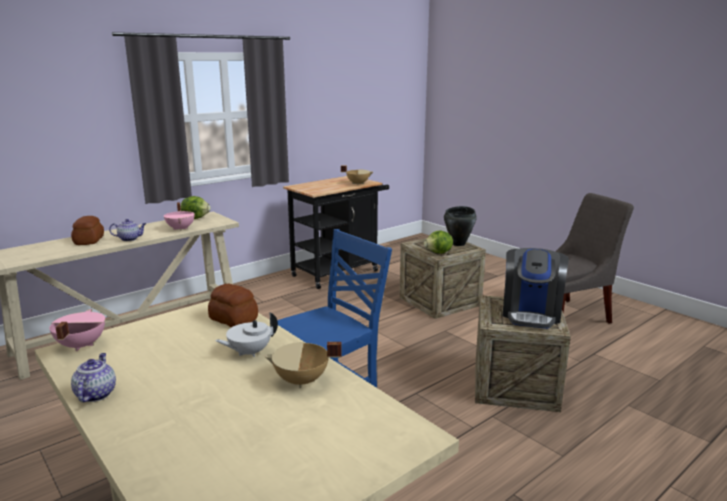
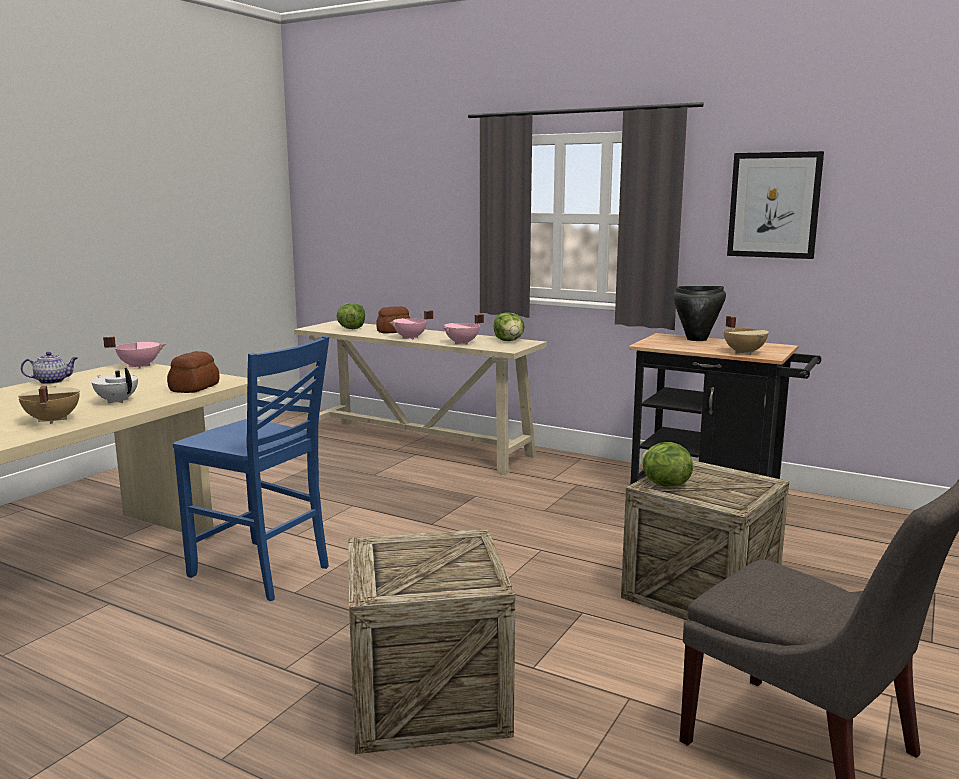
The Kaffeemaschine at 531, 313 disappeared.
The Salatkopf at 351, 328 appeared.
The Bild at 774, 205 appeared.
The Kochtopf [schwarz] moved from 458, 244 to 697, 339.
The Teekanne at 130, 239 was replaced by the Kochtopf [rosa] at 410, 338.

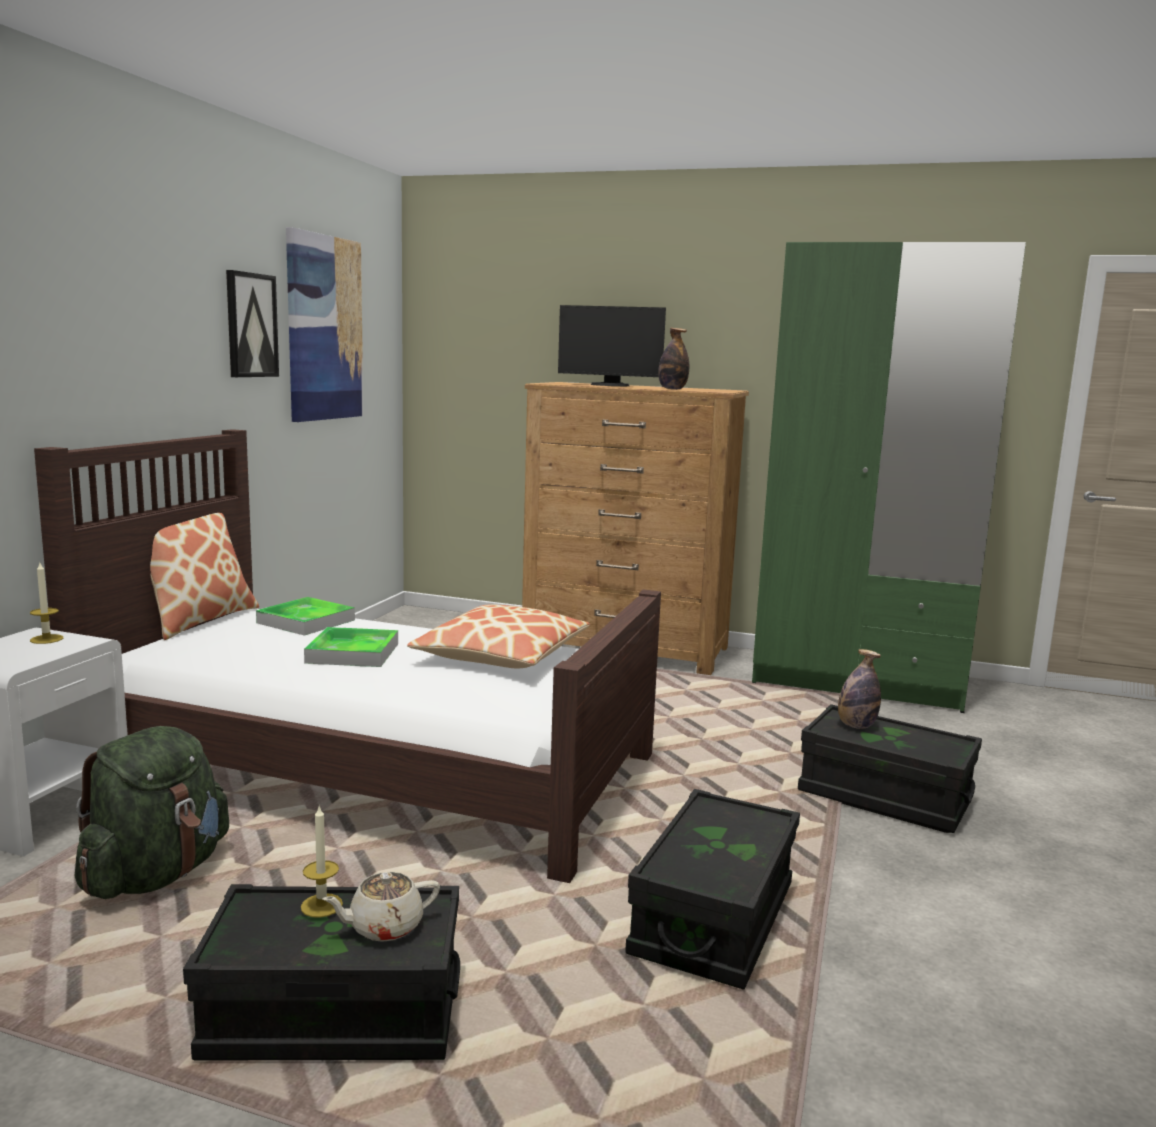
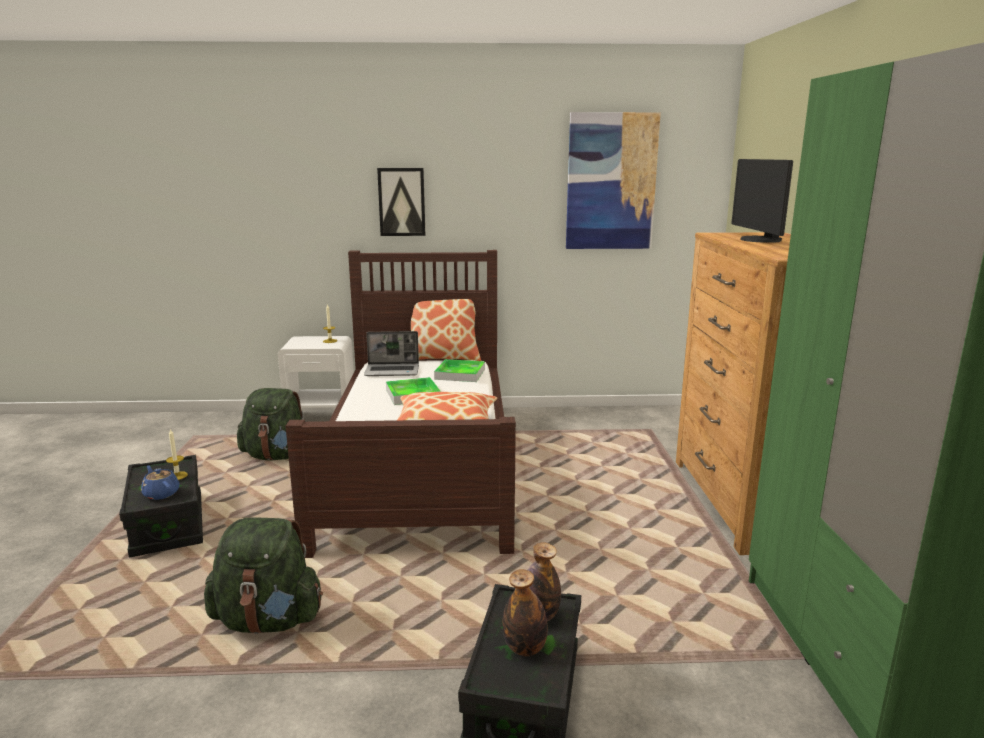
The Laptop at 393, 371 appeared.
The Bild moved from 251, 325 to 402, 202.
The Flasche moved from 672, 389 to 525, 648.
The Aufbewahrungsbox [schwarz] at 713, 920 was replaced by the Rucksack [grün] at 268, 620.
The Teekanne [beige] at 384, 927 became the Teekanne [blau] at 161, 493.

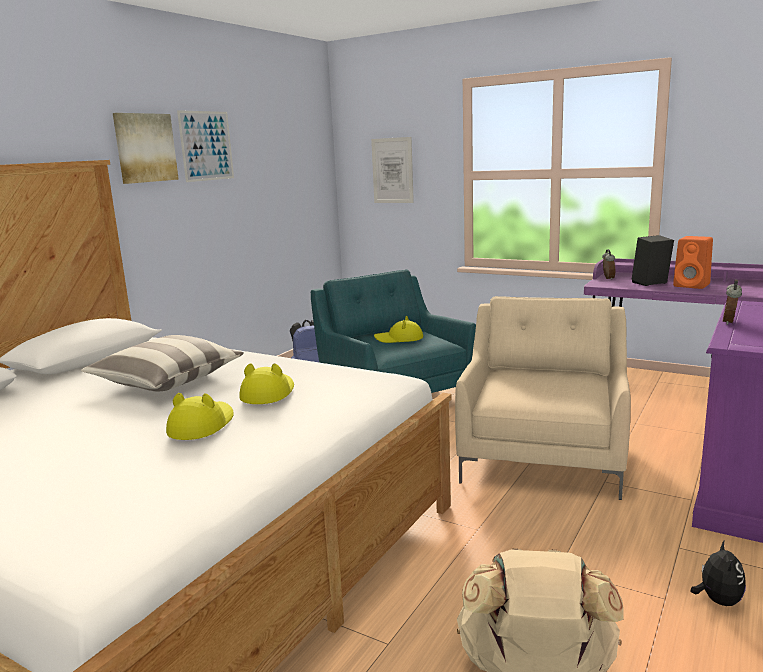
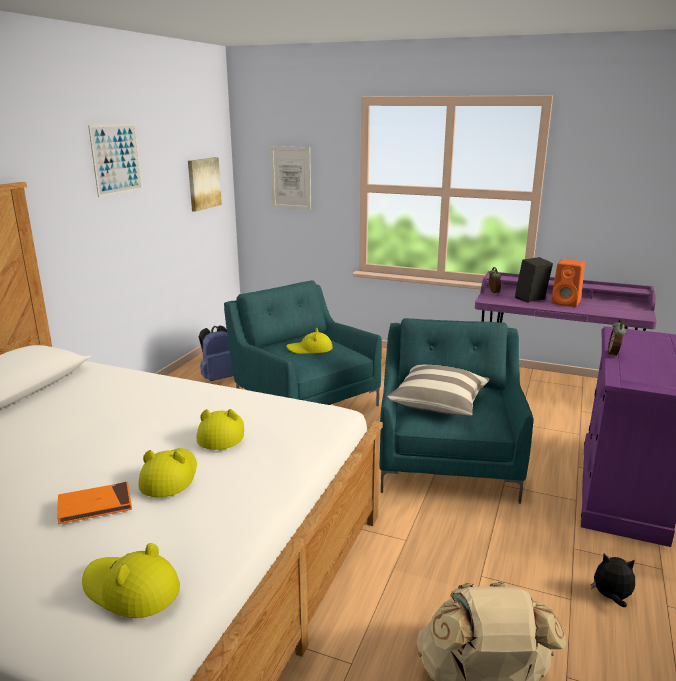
The Buch [orange] at 95, 506 appeared.
The Hut [gelb] at 130, 589 appeared.
The Kissen moved from 167, 381 to 437, 403.
The Bild moved from 145, 148 to 203, 183.
The Sessel [beige] at 543, 455 became the Sessel [türkis] at 448, 459.
The Plüschtier at 717, 600 turned 75 degrees counterclockwise.

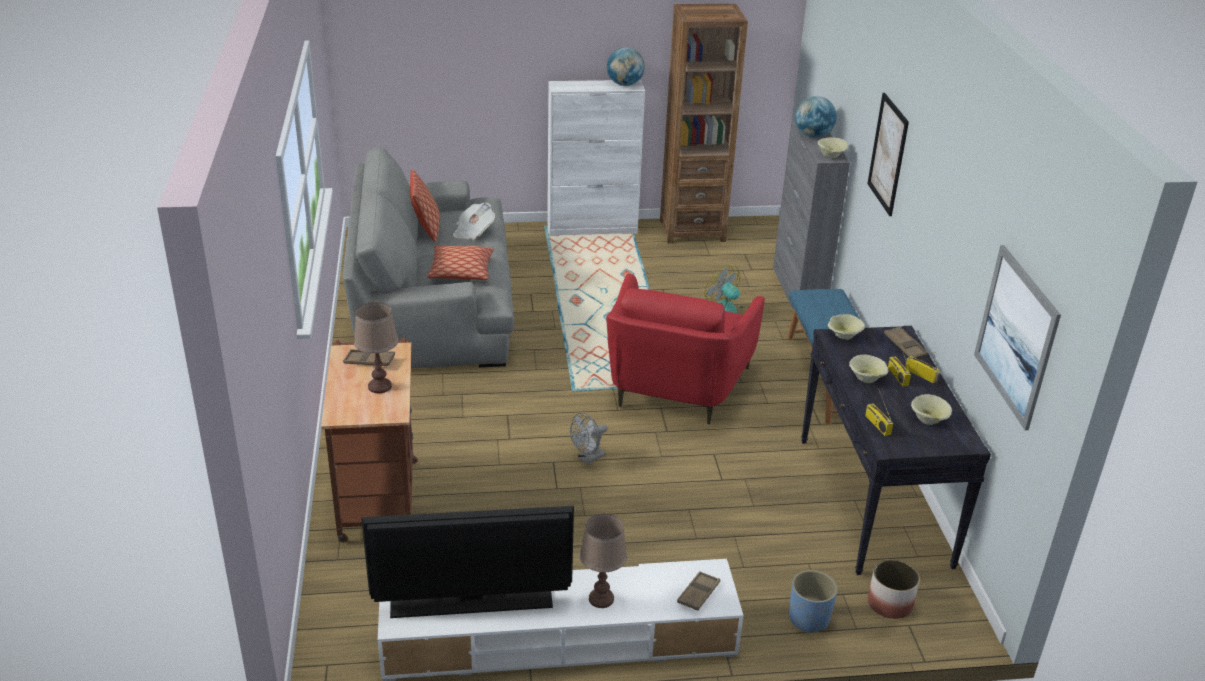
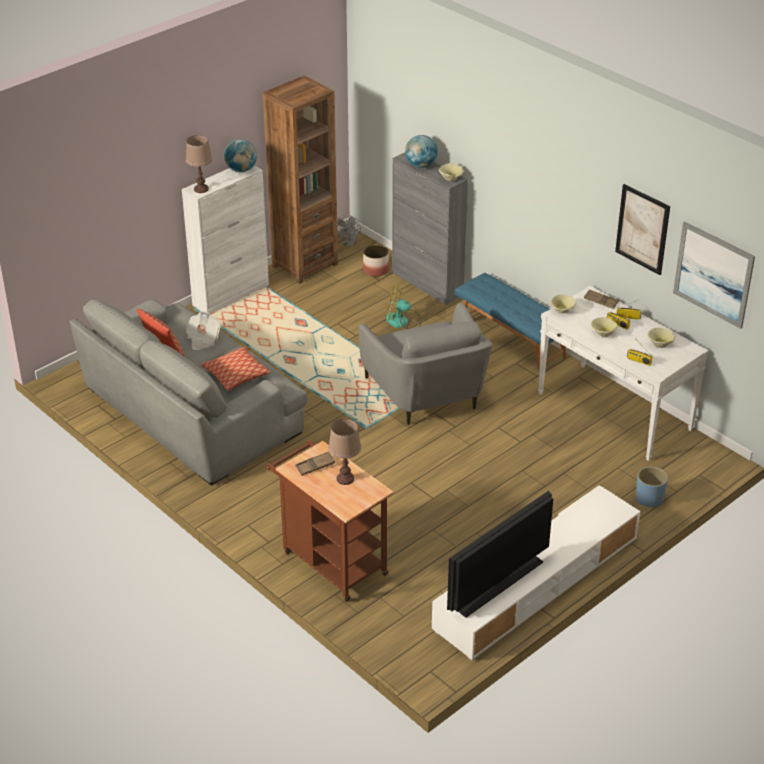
The Tablett [braun] at 698, 594 disappeared.
The Ventilator [grau] moved from 588, 458 to 348, 244.
The Tischlampe [braun] moved from 601, 599 to 201, 189.
The Bild moved from 888, 154 to 642, 229.
The Pflanzkübel moved from 889, 604 to 375, 270.
The Sessel [rot] at 675, 388 became the Sessel [grau] at 427, 394.
The Konsolentisch [schwarz] at 874, 501 became the Konsolentisch [weiß] at 615, 411.

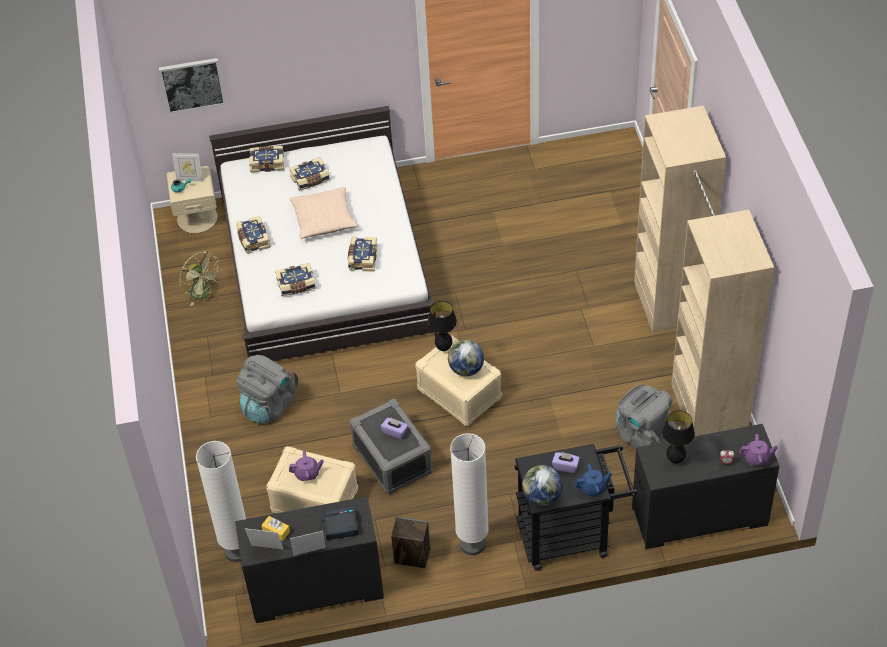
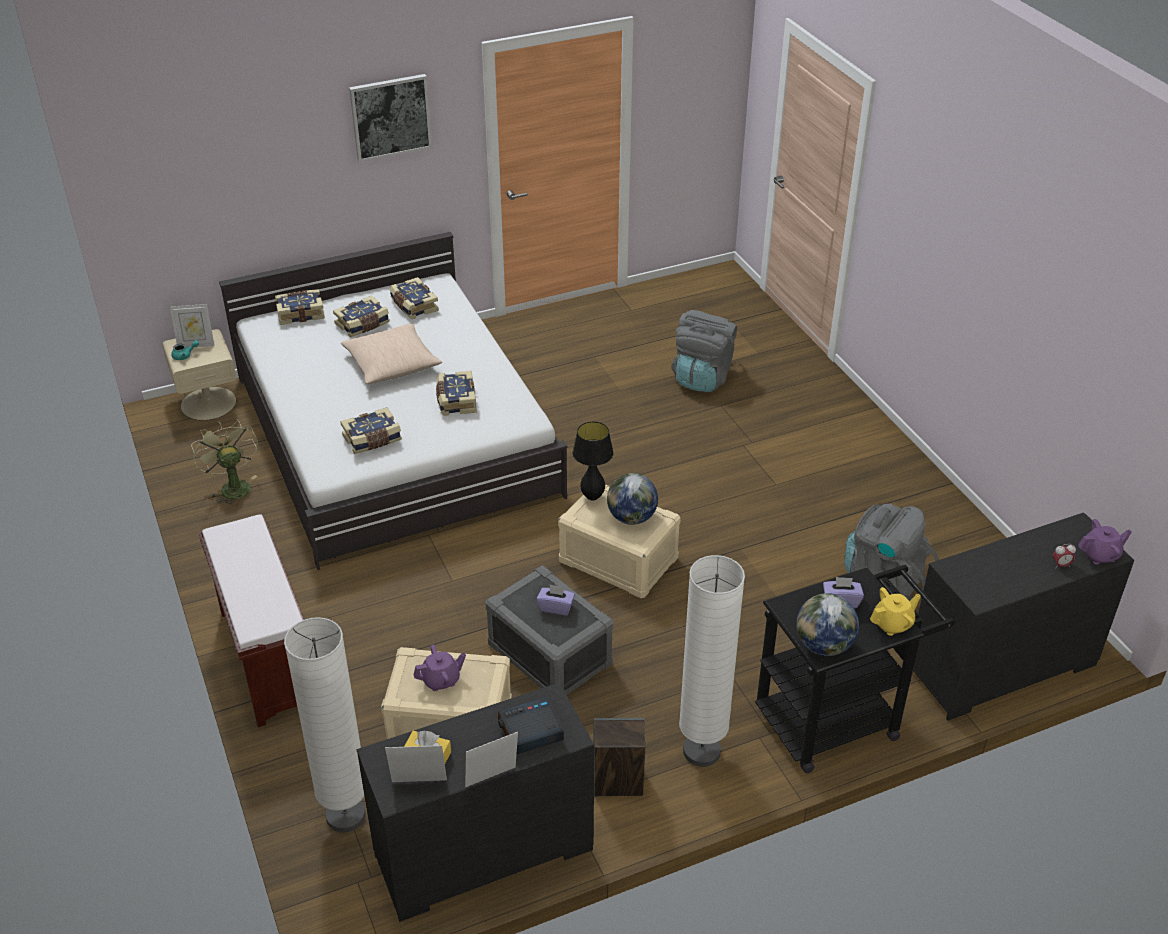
The Kleiderschrank [beige] at 689, 354 disappeared.
The Tischlampe [schwarz] at 675, 460 disappeared.
The Bank [braun] at 267, 657 appeared.
The Bild moved from 192, 84 to 390, 117.
The Buch moved from 253, 239 to 413, 306.
The Rucksack [grau] moved from 268, 405 to 702, 377.
The Teekanne [blau] at 593, 488 became the Teekanne [gelb] at 892, 624.
The Ventilator [grün] at 203, 294 turned 150 degrees counterclockwise.

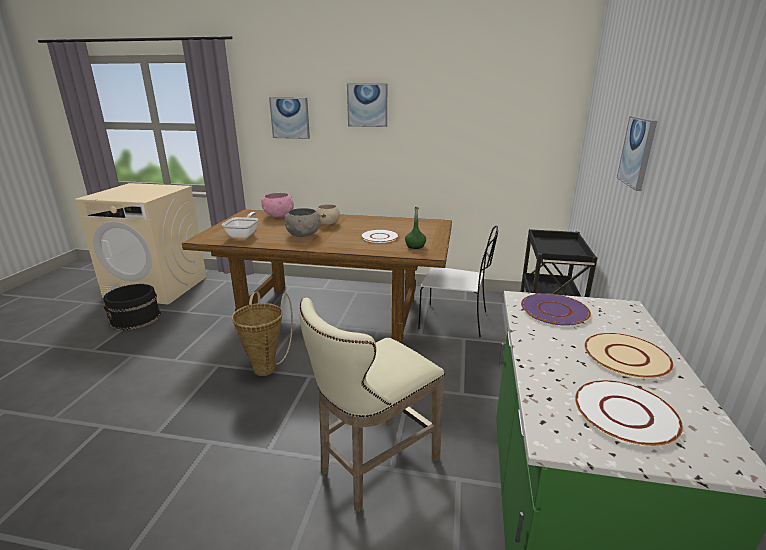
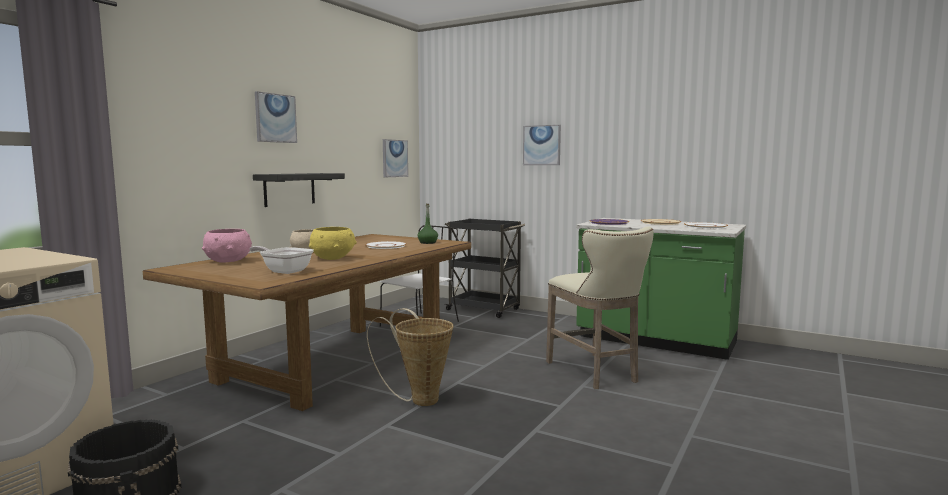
The Wandregal [schwarz] at 289, 189 appeared.
The Bild moved from 290, 118 to 394, 158.
The Schüssel [grau] at 303, 235 became the Schüssel [gelb] at 333, 258.

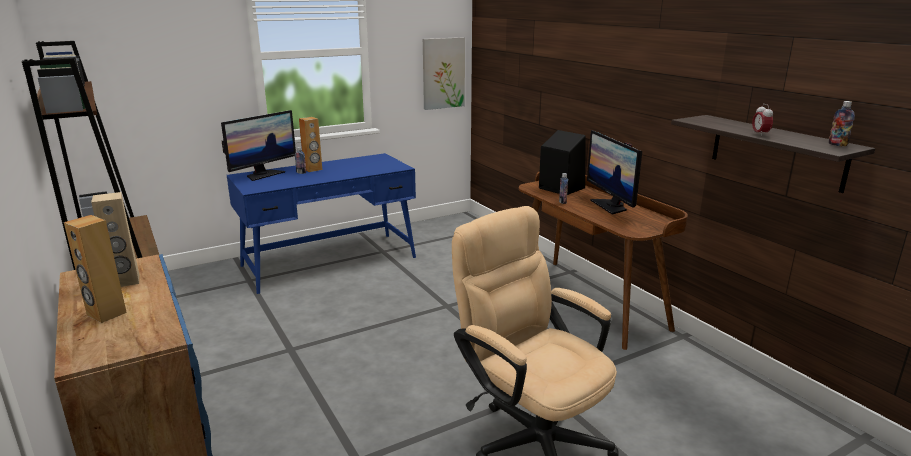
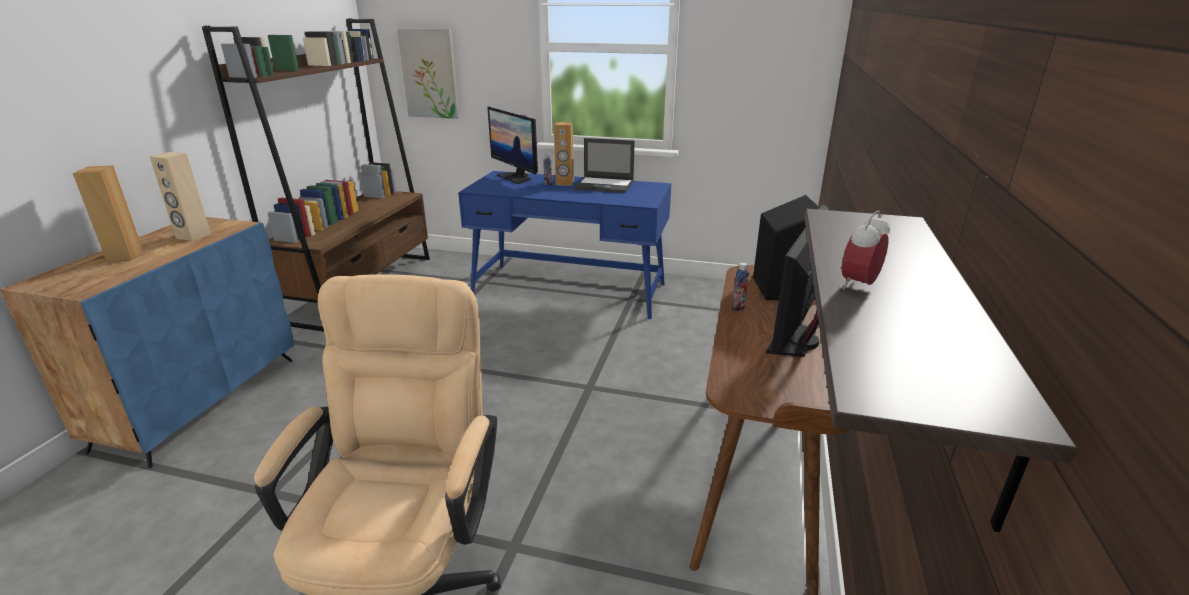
The Flasche at 837, 145 disappeared.
The Laptop at 605, 185 appeared.
The Bild moved from 443, 73 to 430, 74.
The Monitor at 263, 174 turned 60 degrees clockwise.

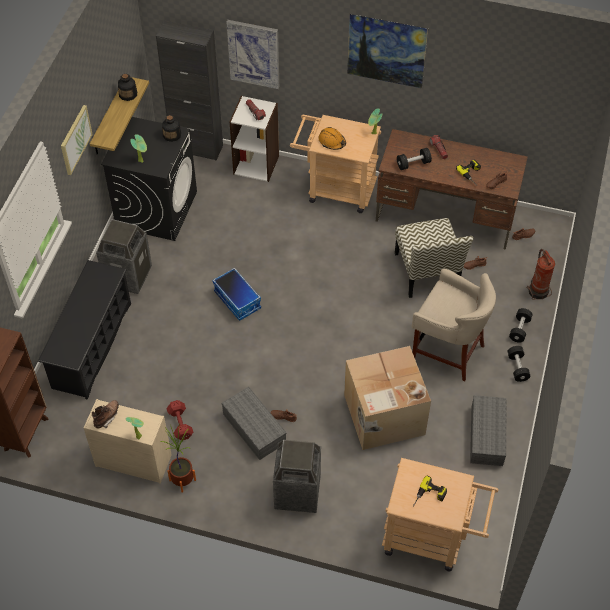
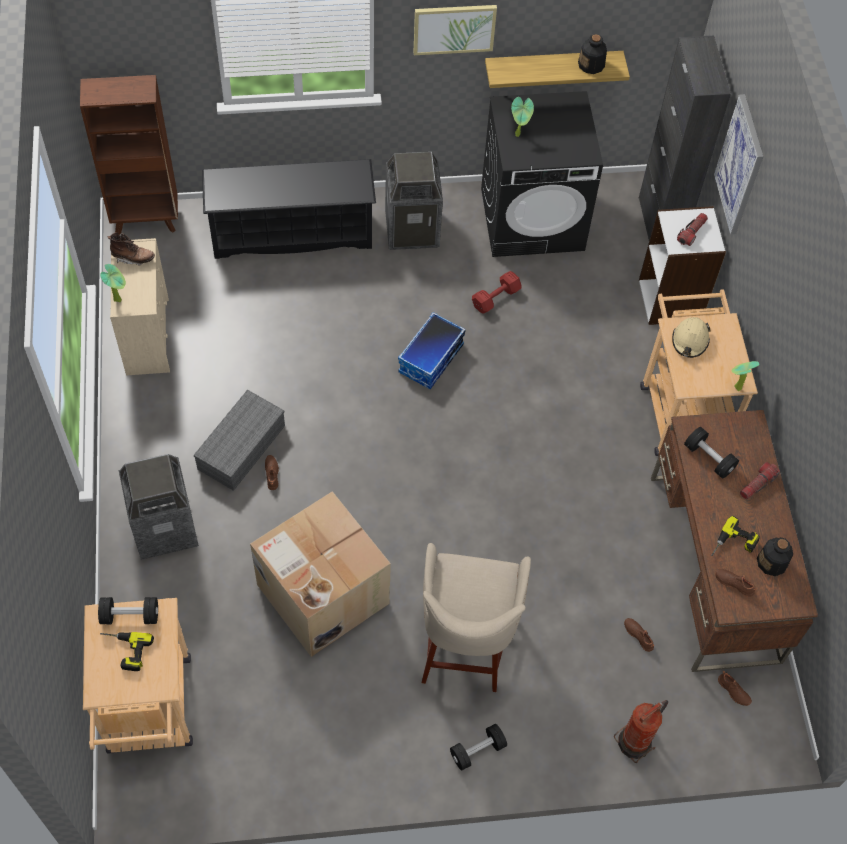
The Topfpflanze at 183, 480 disappeared.
The Bild at 385, 66 disappeared.
The Stuhl at 427, 272 disappeared.
The Aufbewahrungsbox [grau] at 487, 436 disappeared.
The Flasche moved from 172, 135 to 772, 562.
The Hantel [rot] moved from 180, 423 to 497, 298.
The Hantel [schwarz] moved from 519, 329 to 130, 616.
The Schutzhelm [orange] at 332, 141 became the Schutzhelm [beige] at 690, 341.

